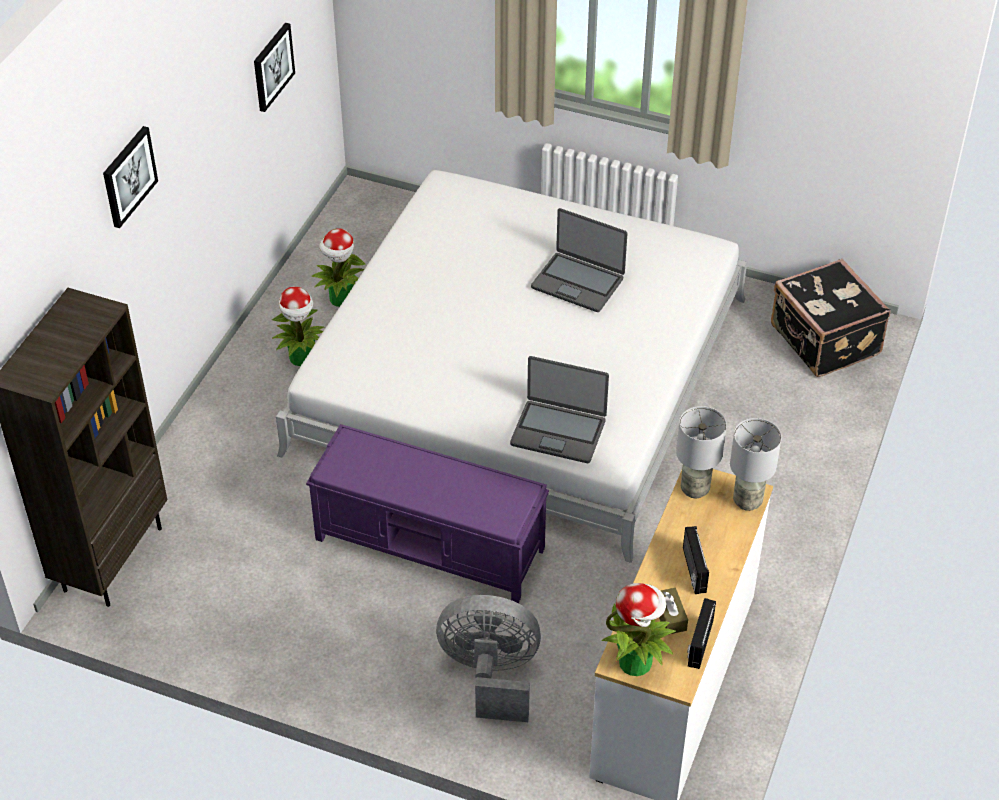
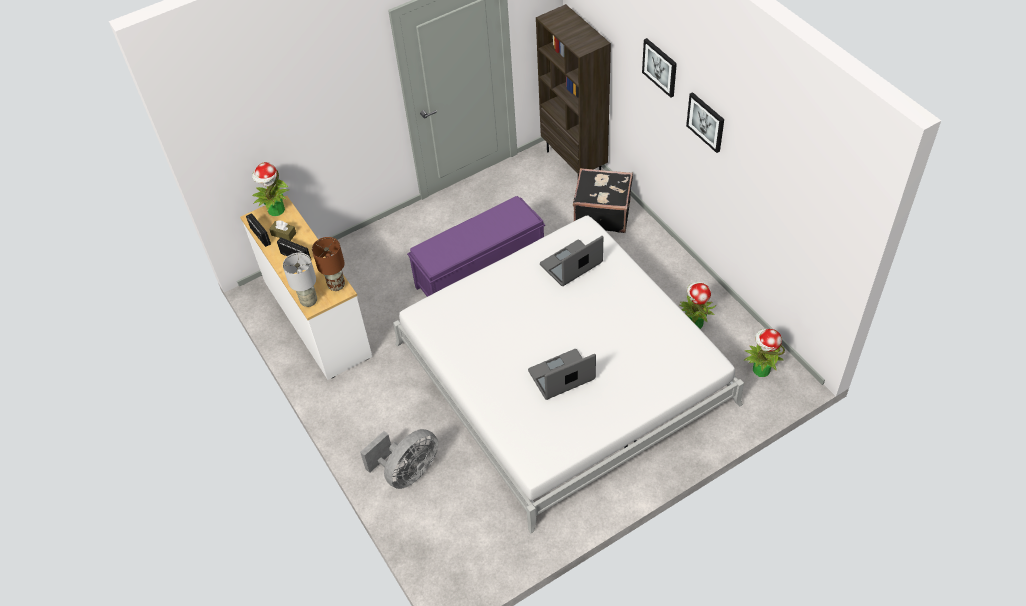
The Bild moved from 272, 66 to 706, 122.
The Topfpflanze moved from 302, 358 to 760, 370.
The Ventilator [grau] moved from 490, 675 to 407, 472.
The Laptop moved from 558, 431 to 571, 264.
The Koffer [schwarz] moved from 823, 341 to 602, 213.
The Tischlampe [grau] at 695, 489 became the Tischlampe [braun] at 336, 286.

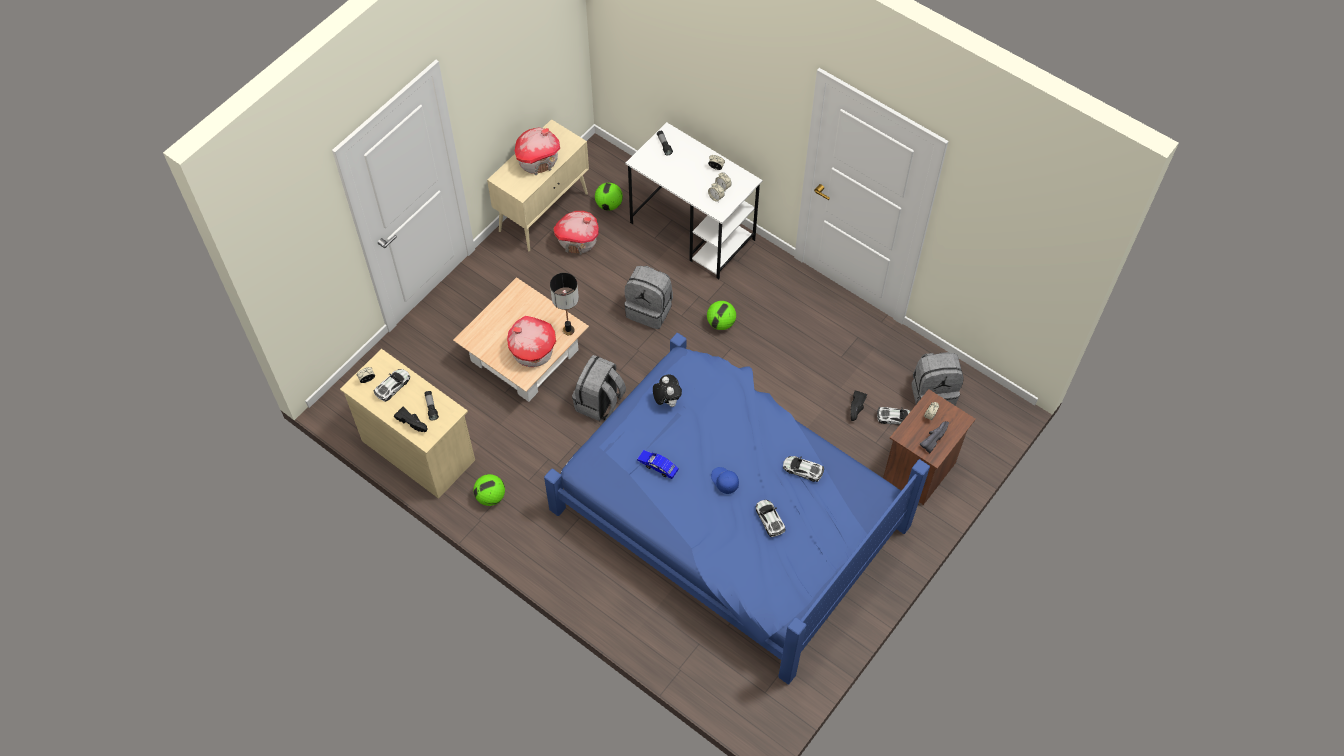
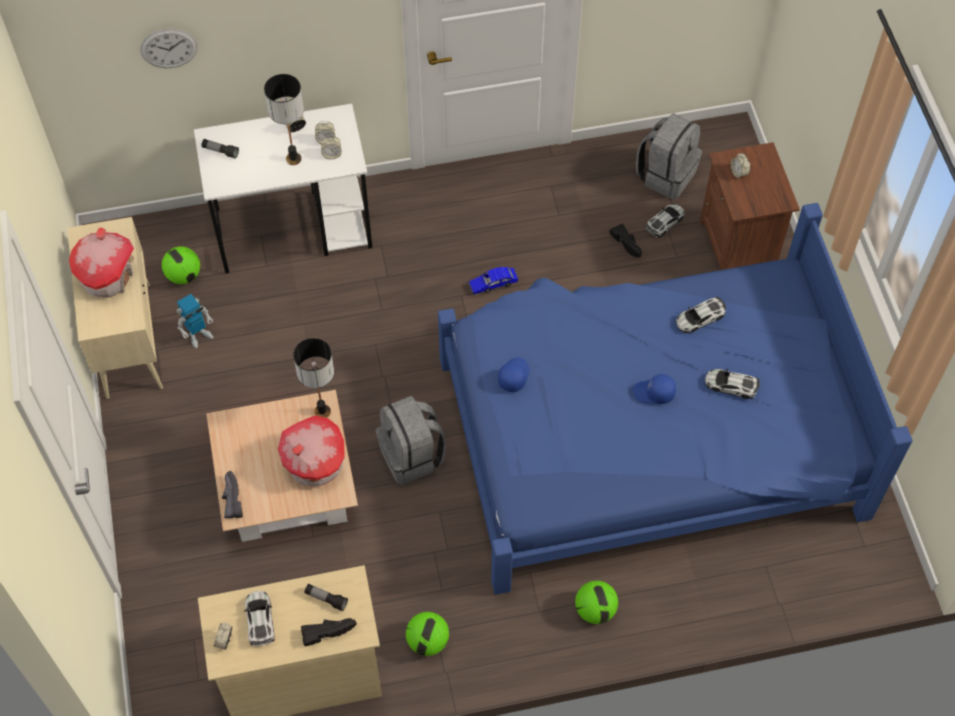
The Rucksack [grau] at 650, 309 disappeared.
The Wanduhr at 168, 48 appeared.
The Tischlampe at 294, 159 appeared.
The Spielzeugauto [blau] moved from 657, 466 to 493, 284.
The Fußball moved from 721, 323 to 595, 610.
The Schuh [schwarz] moved from 932, 438 to 230, 500.
The Spielzeughaus at 578, 241 was replaced by the Spielzeugroboter at 198, 335.
The Plüschtier at 666, 400 was replaced by the Kappe [blau] at 513, 376.

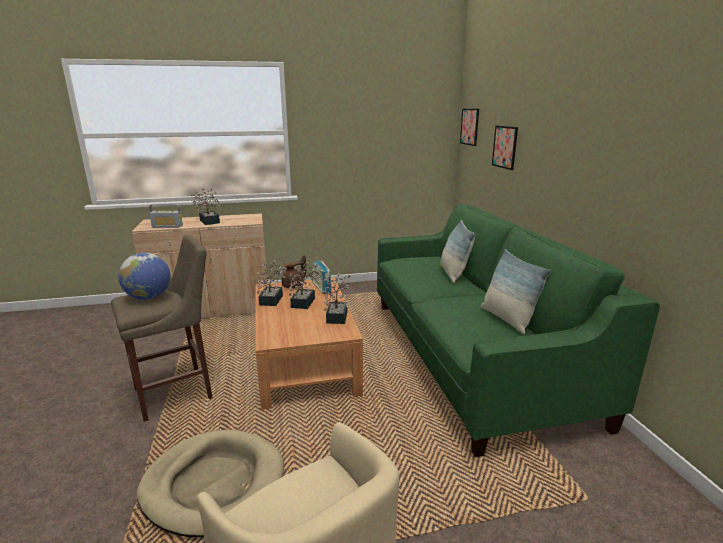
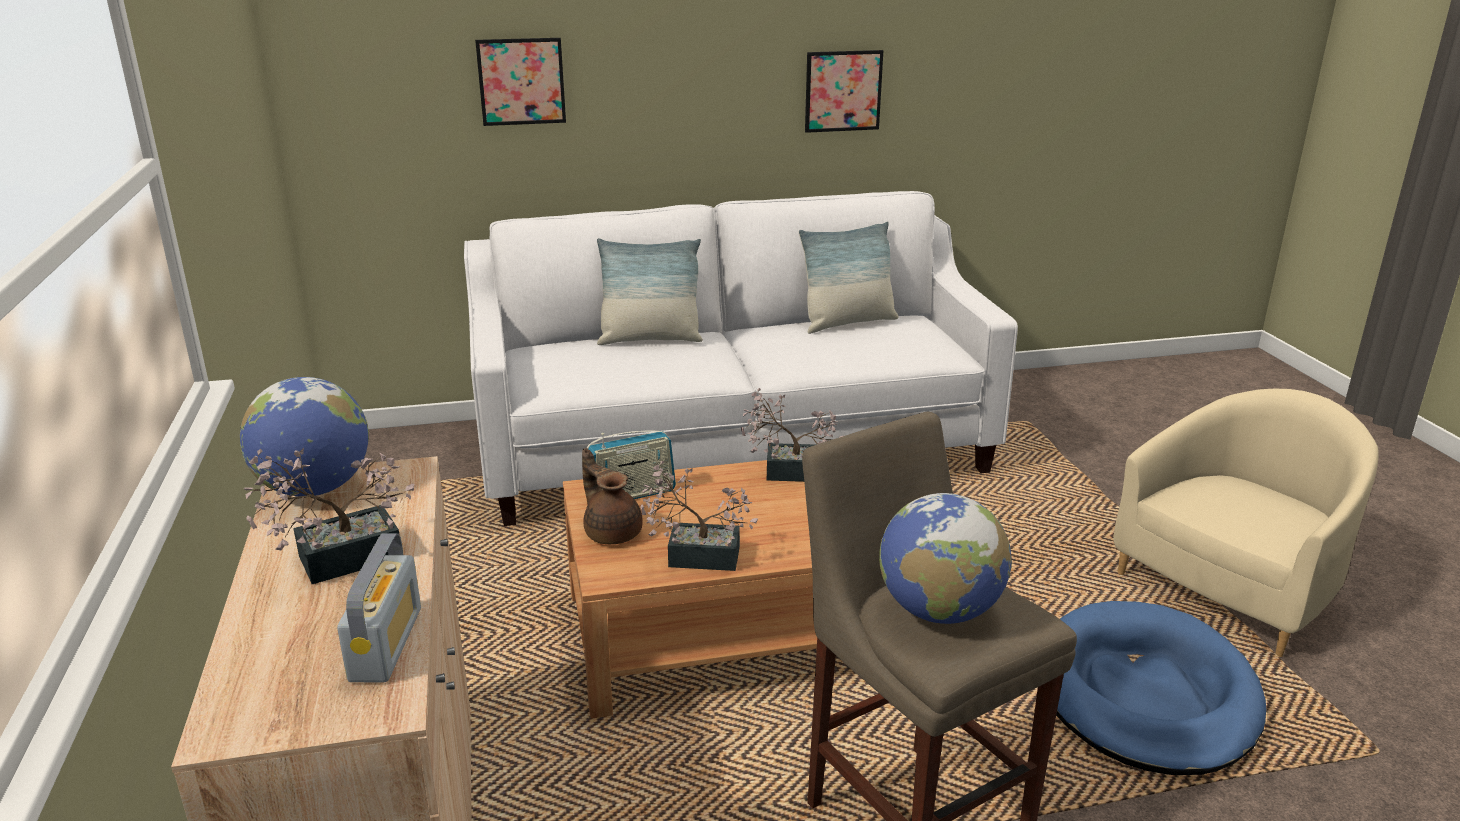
The Topfpflanze at 304, 301 disappeared.
The Globus at 315, 489 appeared.
The Bild moved from 469, 126 to 843, 91.
The Hundebett [beige] at 214, 484 became the Hundebett [blau] at 1145, 694.
The Sofa [grün] at 470, 355 became the Sofa [weiß] at 730, 449.

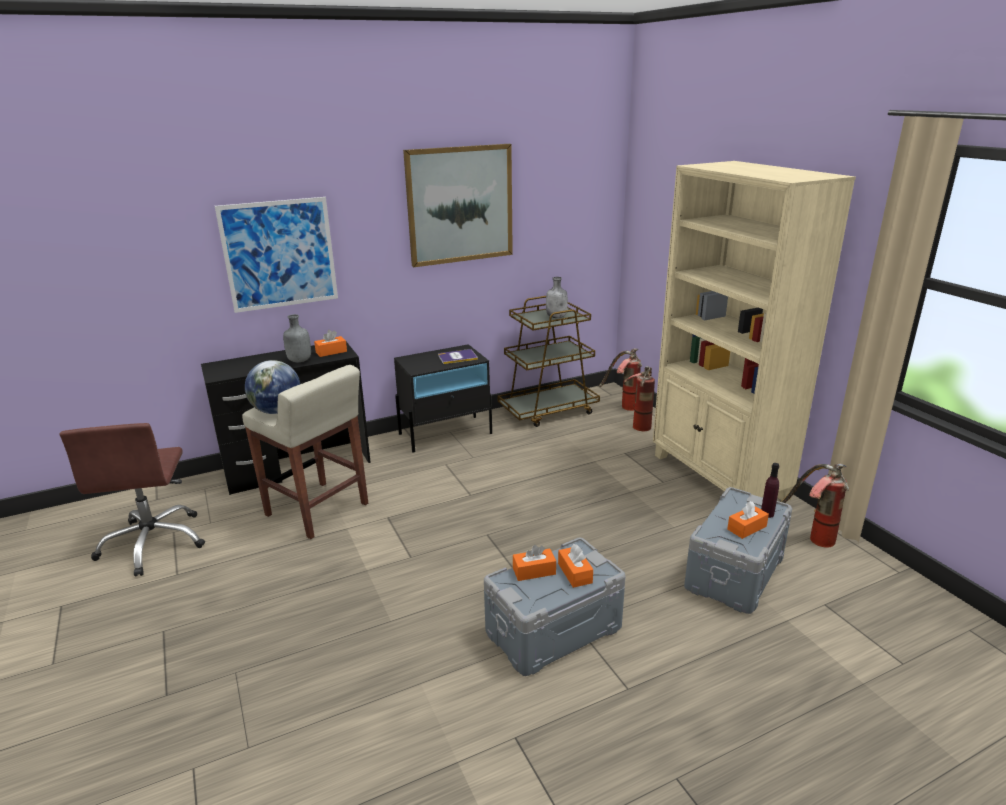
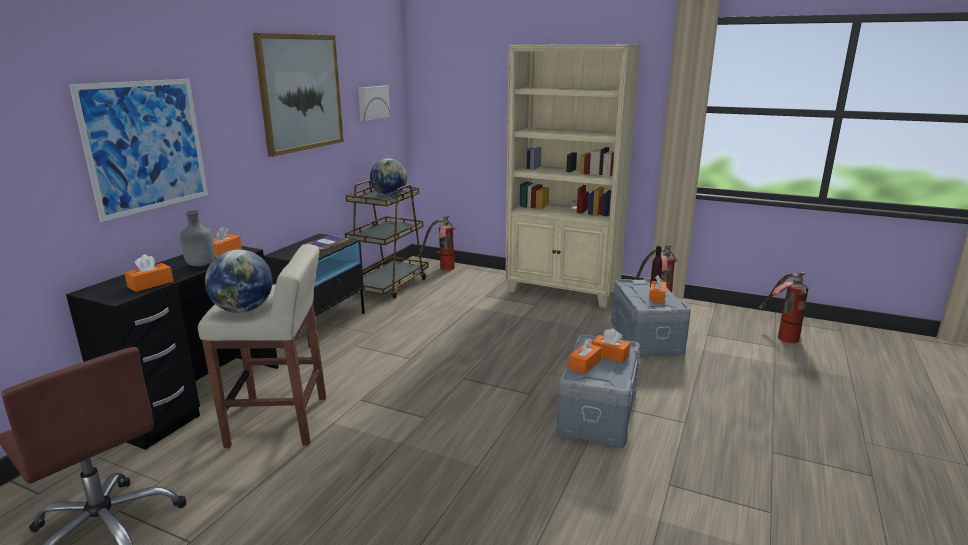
The Taschentuchbox [orange] at 150, 284 appeared.
The Bild at 372, 102 appeared.
The Feuerlöscher moved from 640, 423 to 780, 336.
The Flasche [grau] at 556, 317 was replaced by the Globus at 389, 195.

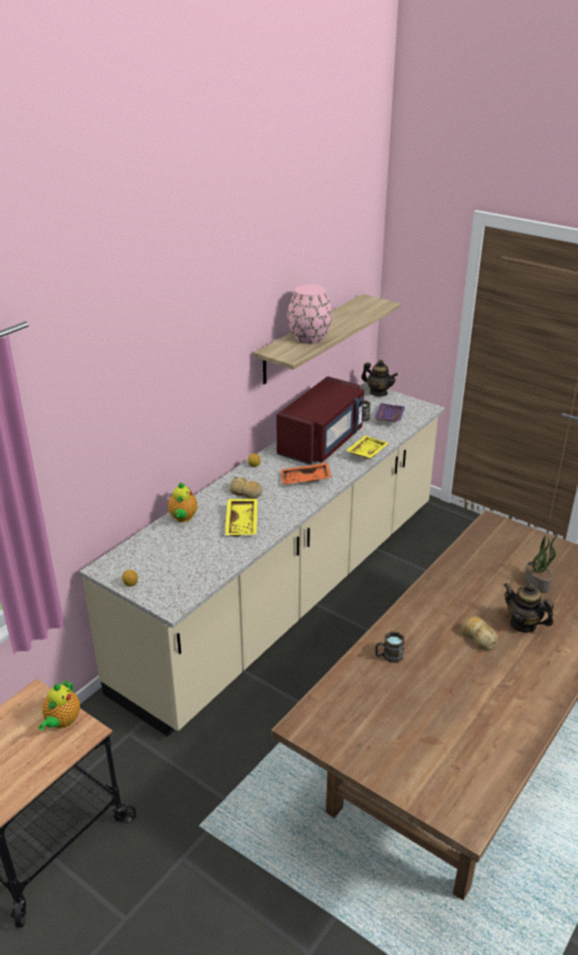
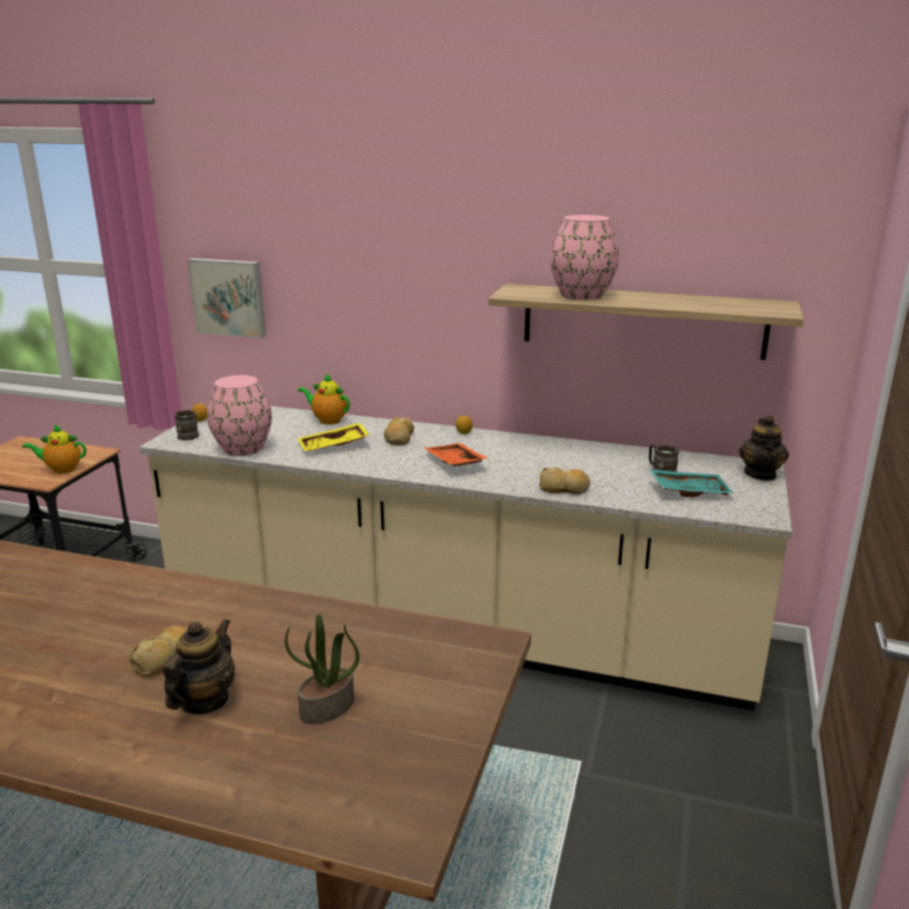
The Mikrowelle [rot] at 322, 442 disappeared.
The Bild at 229, 297 appeared.
The Vase [rosa] at 243, 448 appeared.
The Henkelbecher [braun] moved from 388, 656 to 186, 435.
The Tablett [gelb] at 366, 452 was replaced by the Brot at 564, 489.
The Tablett [lila] at 388, 417 became the Tablett [türkis] at 689, 491.
The Teekanne at 183, 518 turned 45 degrees clockwise.

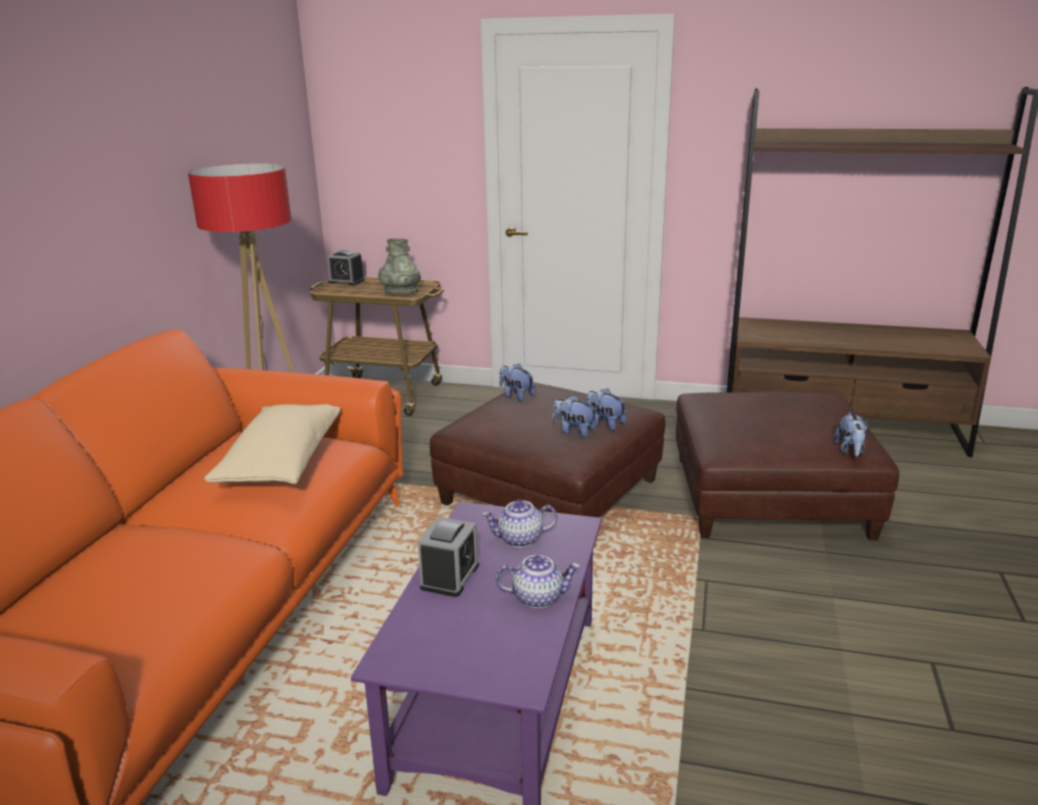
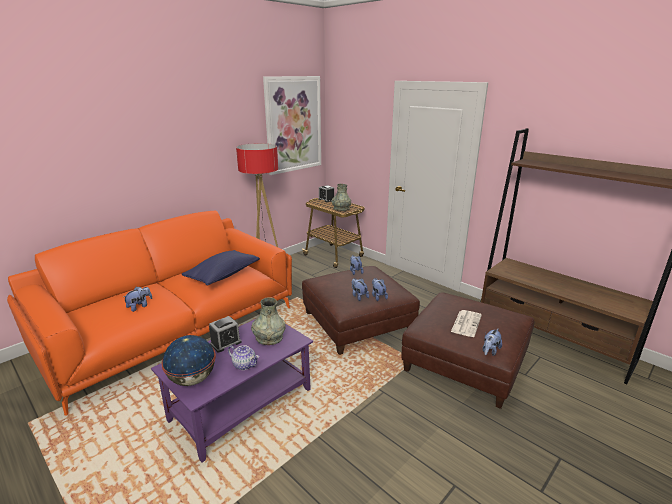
The Plüschtier at 139, 306 appeared.
The Globus at 192, 380 appeared.
The Bild at 293, 124 appeared.
The Zeitung at 466, 323 appeared.
The Teekanne at 520, 539 was replaced by the Vase [grau] at 269, 337.
The Kissen [beige] at 281, 463 became the Kissen [blau] at 223, 275.

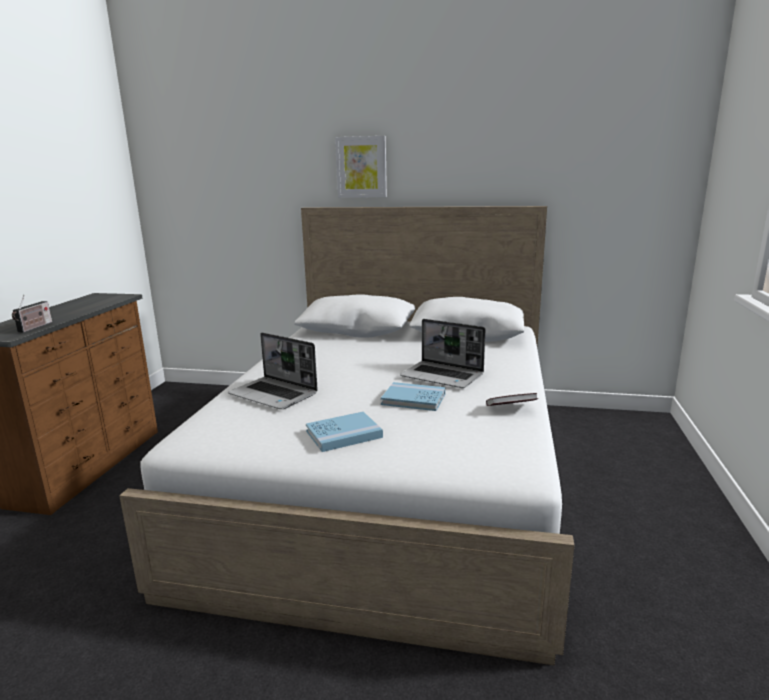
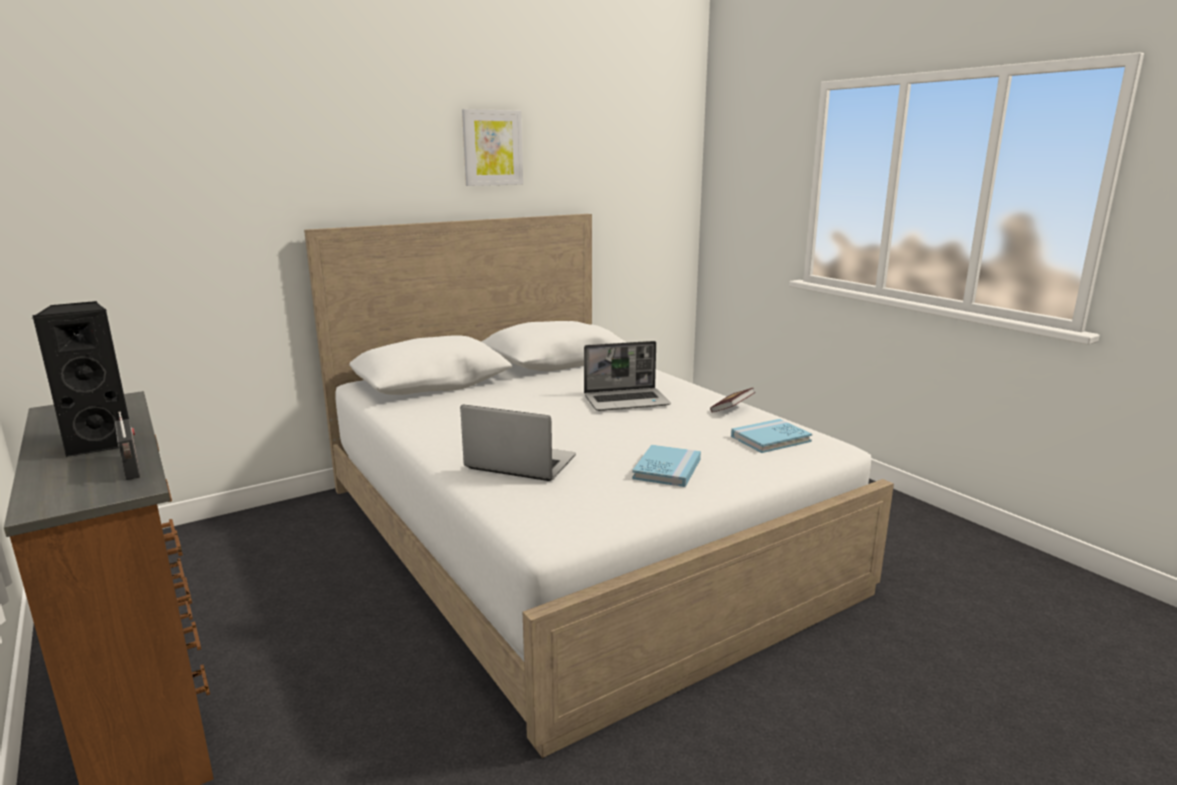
The Lautsprecher [schwarz] at 103, 443 appeared.
The Bild moved from 361, 167 to 492, 148.
The Buch [blau] moved from 413, 399 to 770, 439.
The Laptop at 274, 394 turned 150 degrees counterclockwise.

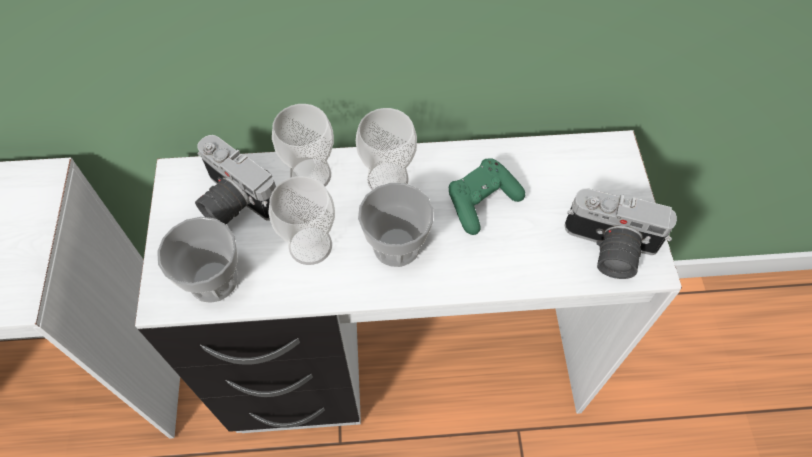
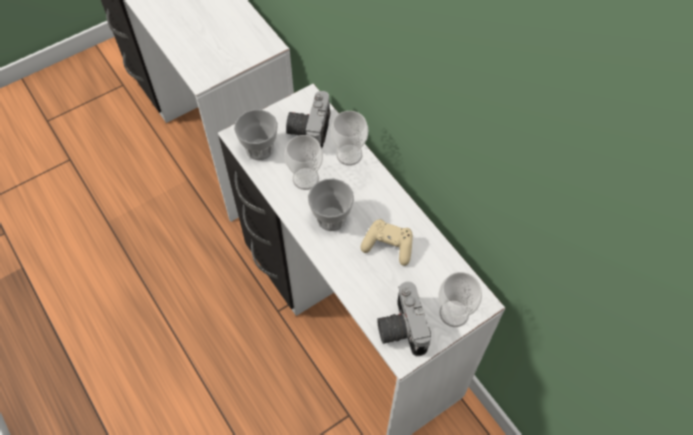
The Tasse moved from 388, 179 to 454, 313.
The Gamepad [grün] at 481, 202 became the Gamepad [beige] at 388, 246.

